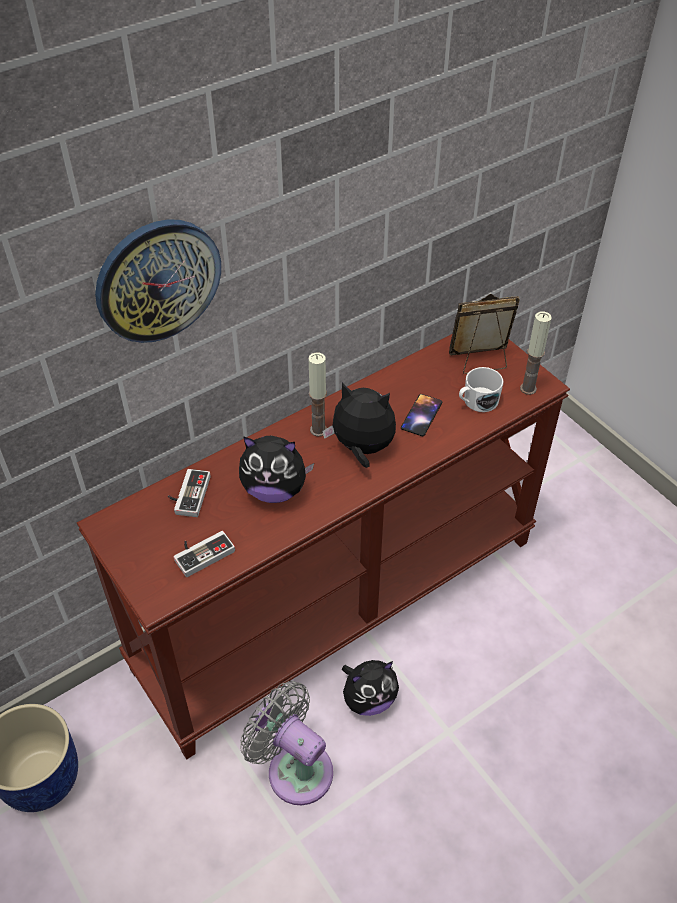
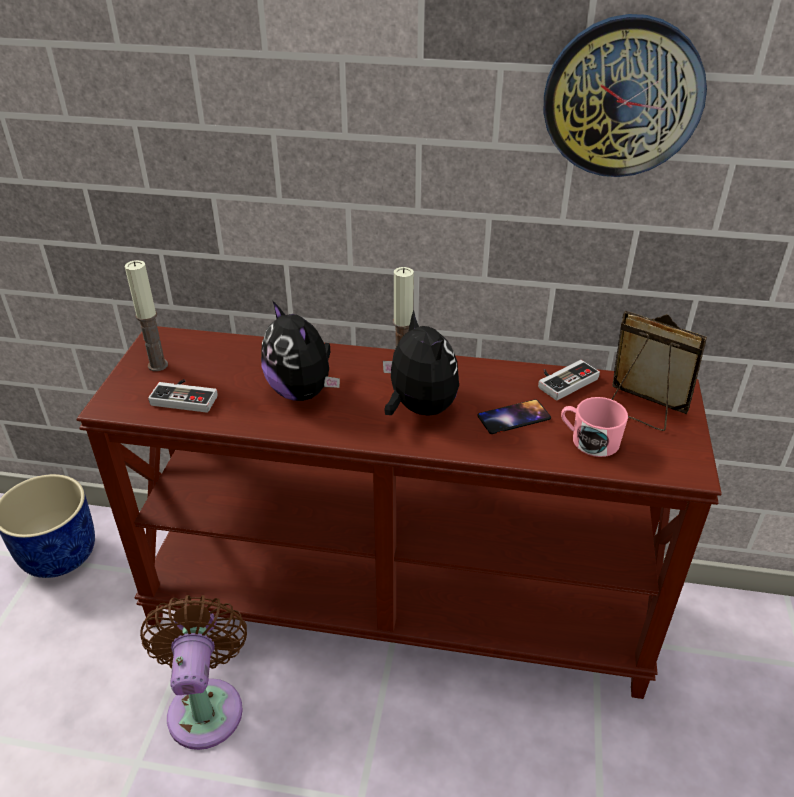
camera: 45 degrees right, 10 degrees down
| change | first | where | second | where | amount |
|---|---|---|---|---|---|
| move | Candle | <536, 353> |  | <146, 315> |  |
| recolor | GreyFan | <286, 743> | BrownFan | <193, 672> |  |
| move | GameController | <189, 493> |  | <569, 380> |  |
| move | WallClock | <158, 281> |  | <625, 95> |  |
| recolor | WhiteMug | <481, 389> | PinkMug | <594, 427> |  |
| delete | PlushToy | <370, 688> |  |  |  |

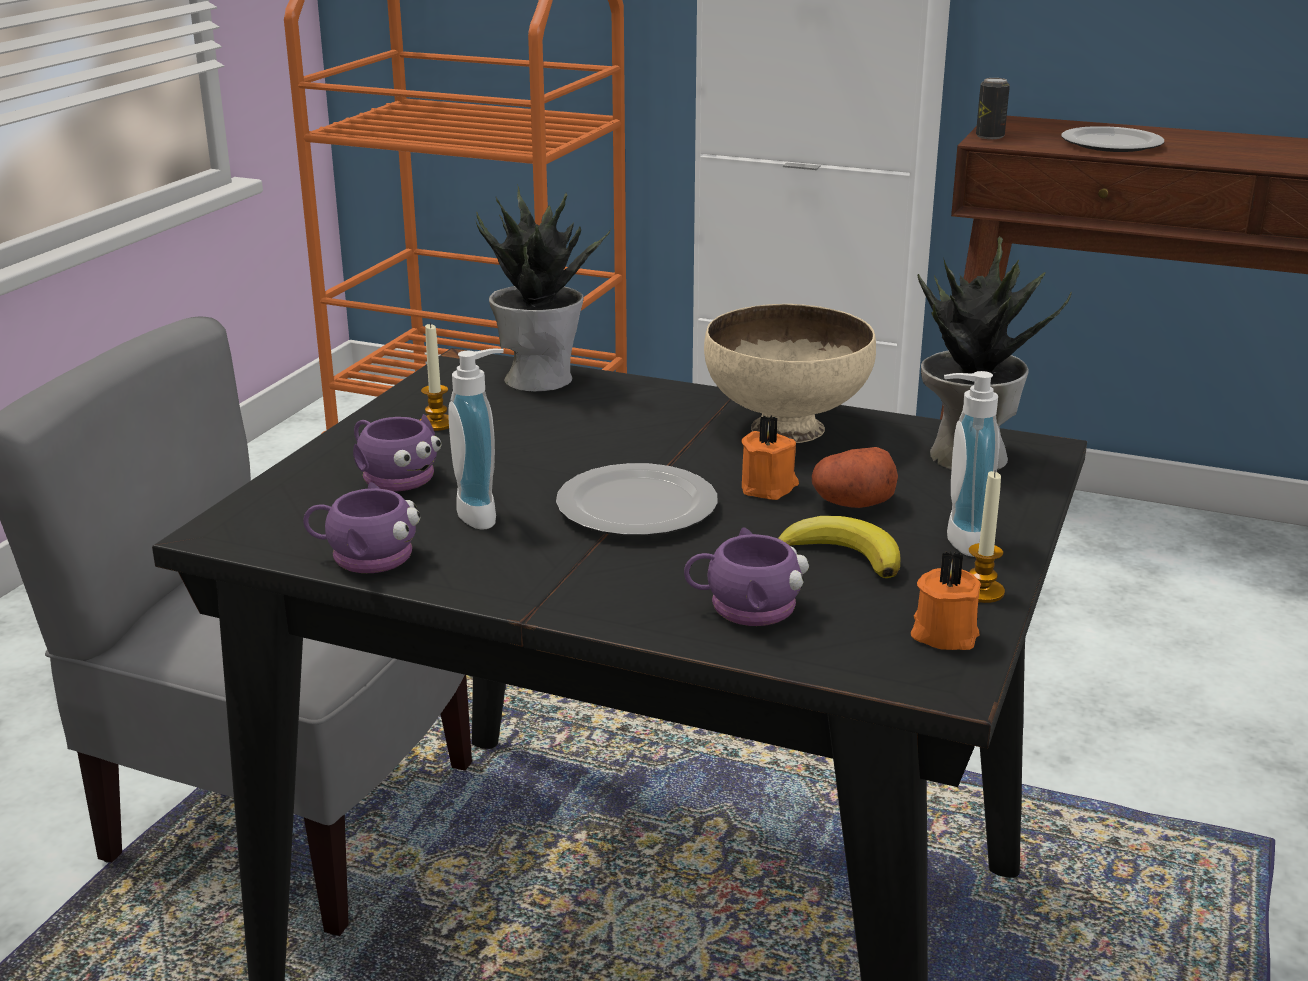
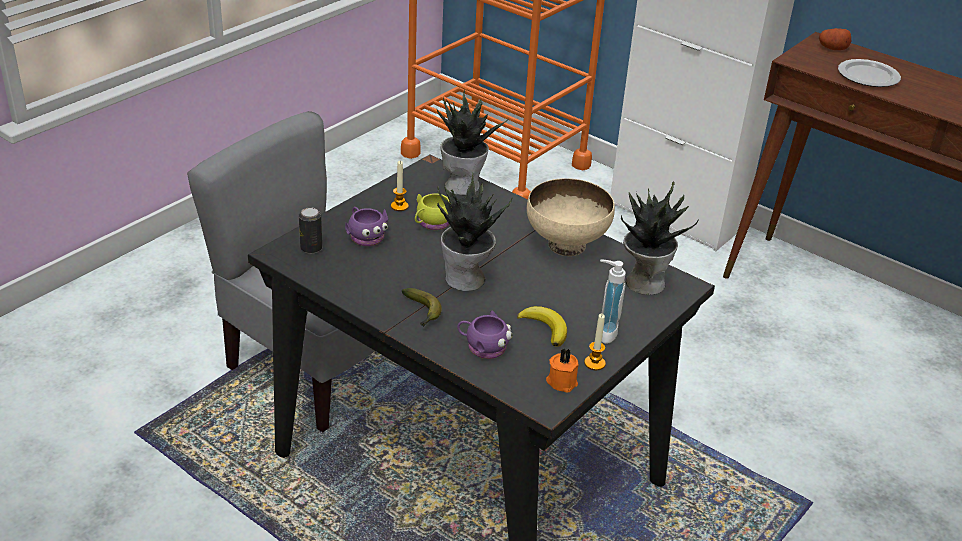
camera: 15 degrees right, 10 degrees up
| change | first | where | second | where | amount |
|---|---|---|---|---|---|
| move | Can | <993, 108> |  | <310, 230> |  |
| insert |  |  | Banana | <422, 307> |  |
| insert |  |  | YellowMug | <432, 211> |  |
| replace | Plate | <637, 499> | PottedPlant | <474, 231> |  |
| move | Potato | <855, 477> |  | <835, 39> |  |
| delete | PurpleMug | <361, 527> |  |  |  |
| delete | SoapDispenser | <476, 439> |  |  |  |
| delete | OrangeCandle | <770, 457> |  |  |  |

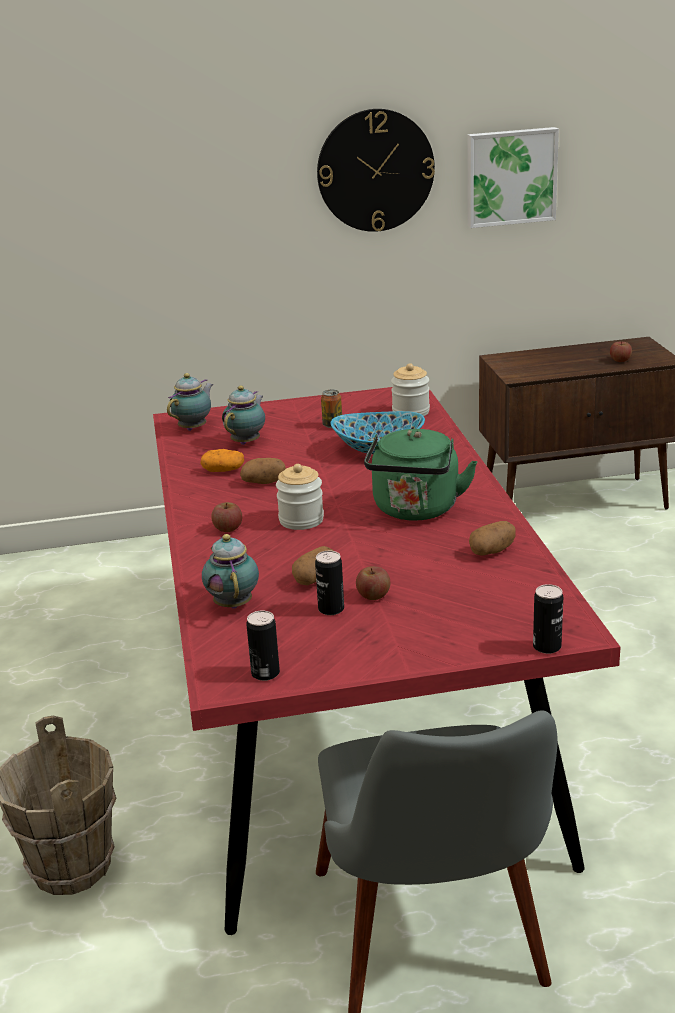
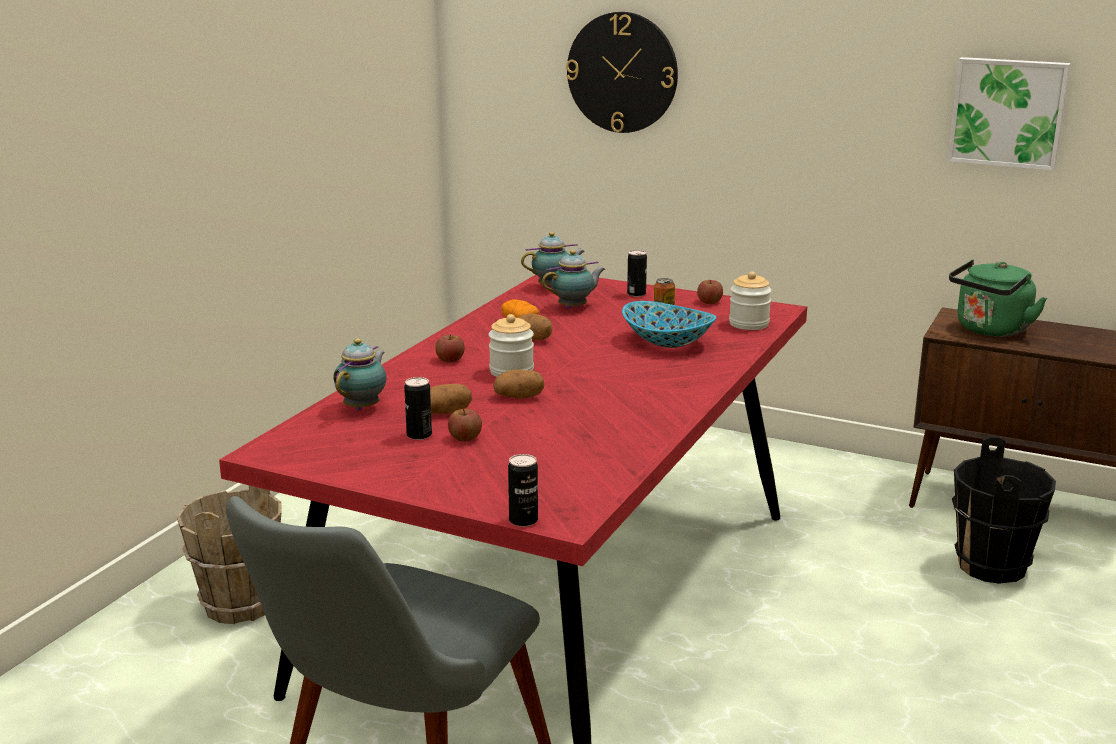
camera: 35 degrees right, 5 degrees down
| change | first | where | second | where | amount |
|---|---|---|---|---|---|
| move | Potato | <492, 538> |  | <518, 384> |  |
| move | WallClock | <376, 170> |  | <622, 72> |  |
| move | Can | <263, 646> |  | <637, 273> |  |
| move | Apple | <621, 352> |  | <710, 292> |  |
| move | GreenKettle | <421, 475> |  | <998, 298> |  |
| insert |  |  | BlackBucket | <1004, 510> |  |

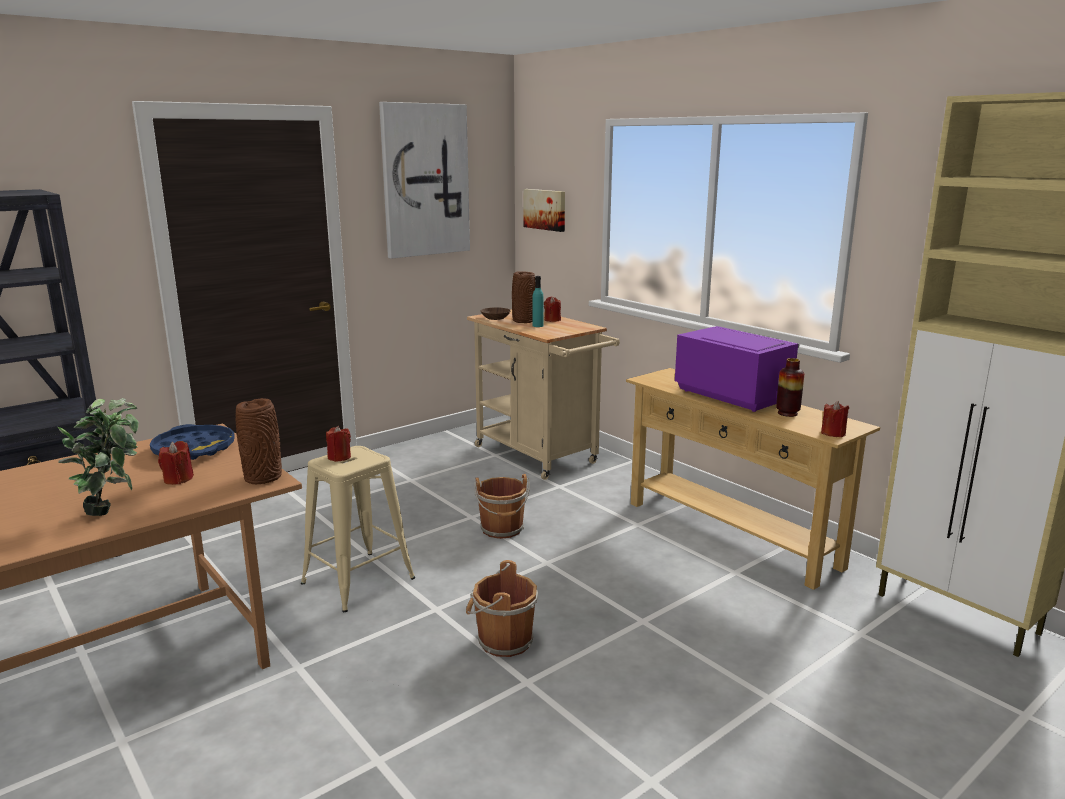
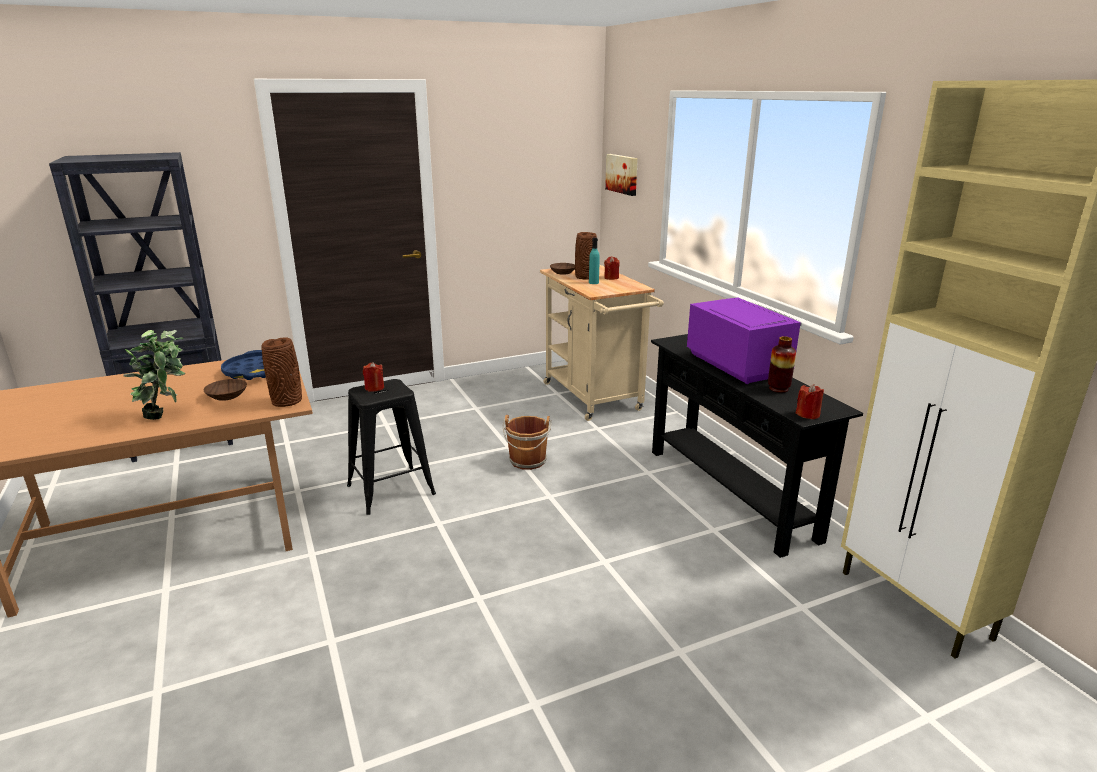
camera: 15 degrees right, 5 degrees up
| change | first | where | second | where | amount |
|---|---|---|---|---|---|
| replace | RedCandle | <176, 463> | BrownBowl | <225, 390> |  |
| recolor | BeigeStool | <358, 529> | BlackStool | <391, 447> |  |
| recolor | BeigeConsoleTable | <753, 479> | BlackConsoleTable | <757, 446> |  |
| delete | Picture | <424, 180> |  |  |  |
| delete | BrownBucket | <502, 608> |  |  |  |

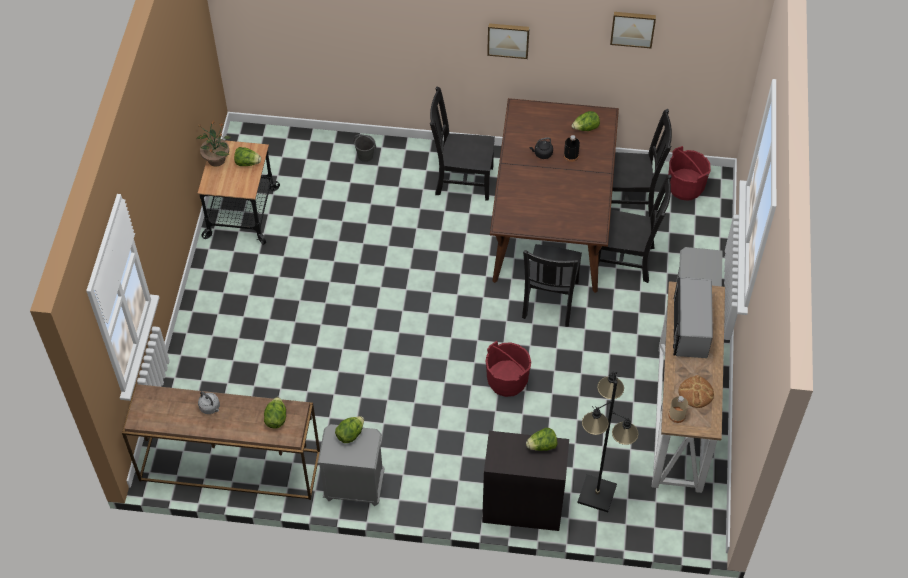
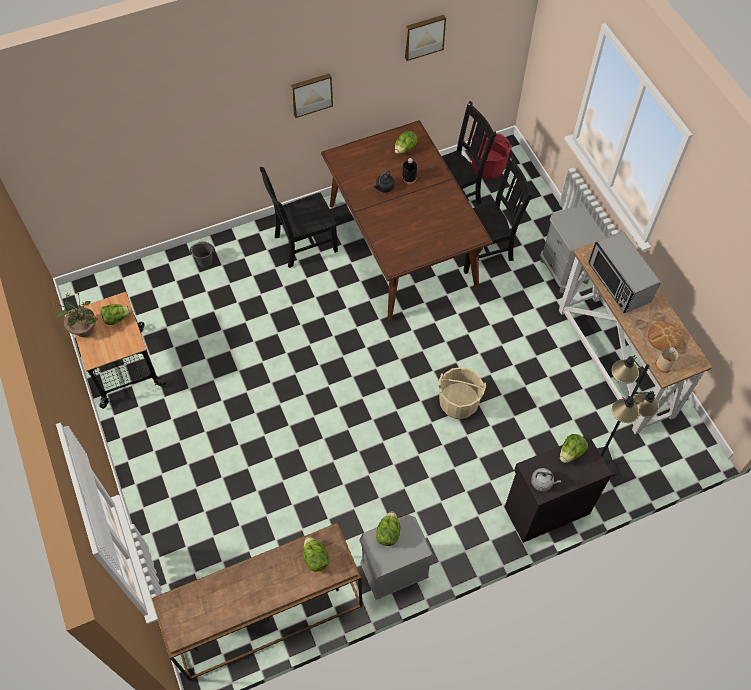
camera: 30 degrees left, 5 degrees up
| change | first | where | second | where | amount |
|---|---|---|---|---|---|
| recolor | RedBucket | <508, 369> | BeigeBucket | <462, 393> |  |
| move | GreyKettle | <209, 402> |  | <546, 479> |  |
| delete | BlackChair | <552, 285> |  |  |  |

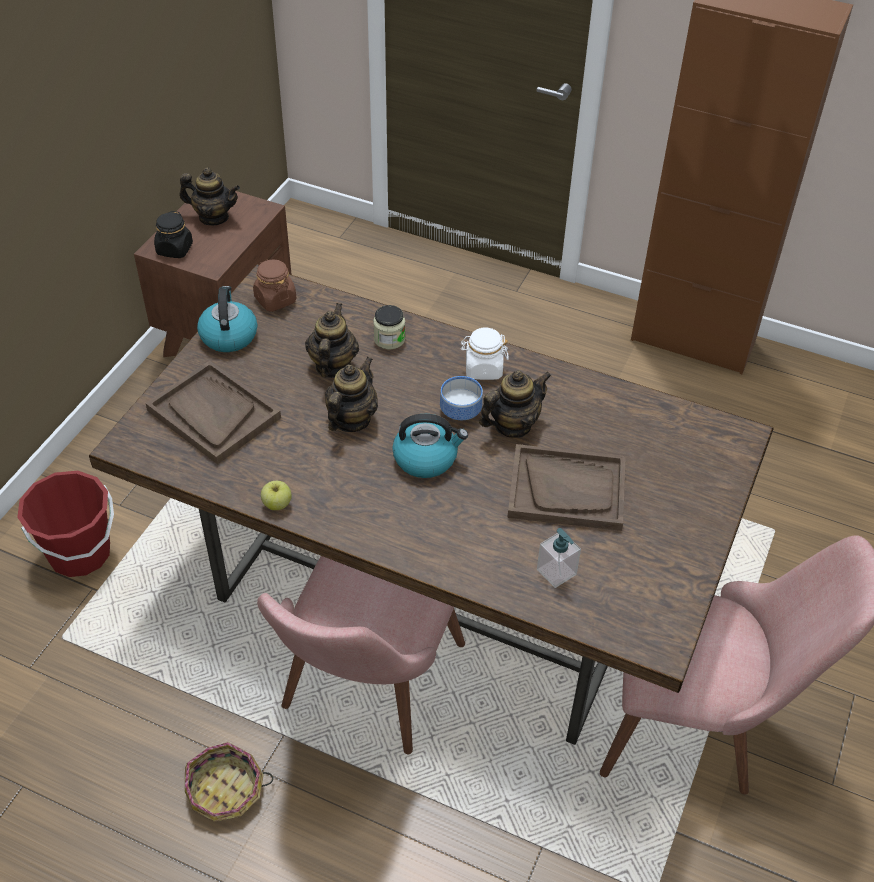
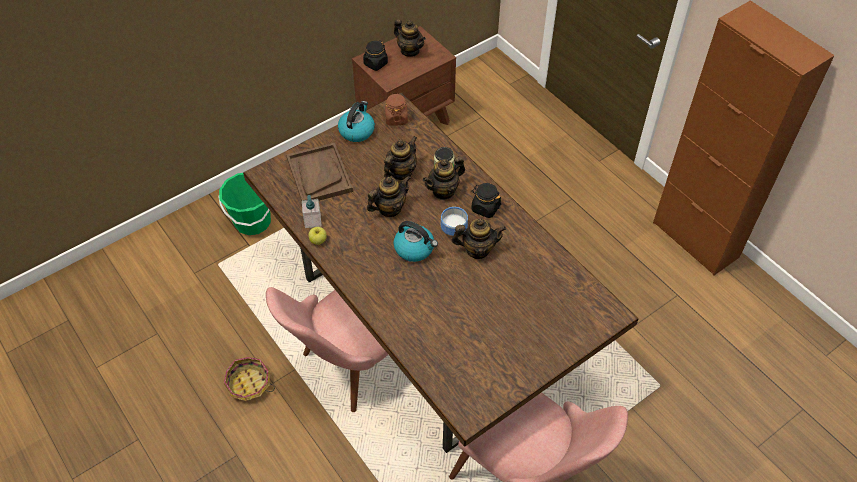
camera: 30 degrees right, 5 degrees up
| change | first | where | second | where | amount |
|---|---|---|---|---|---|
| recolor | RedBucket | <65, 524> | GreenBucket | <244, 204> |  |
| move | SoapDispenser | <559, 558> |  | <311, 211> |  |
| insert |  |  | Teapot | <444, 178> |  |
| recolor | WhiteJar | <485, 354> | BlackJar | <486, 200> |  |
| delete | BrownTray | <566, 487> |  |  |  |

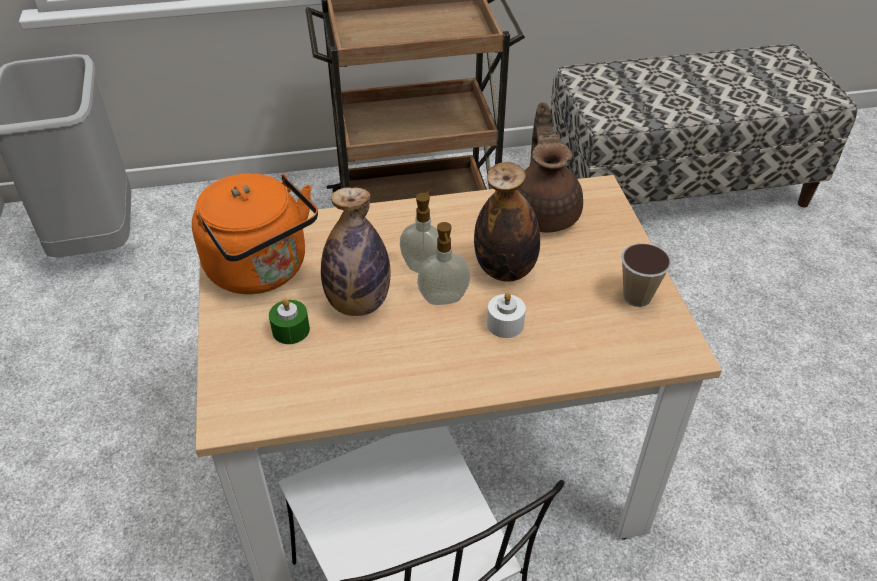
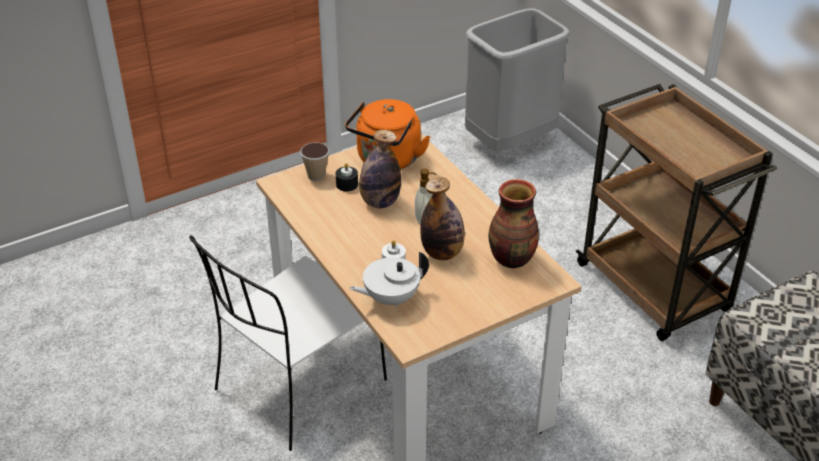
camera: 70 degrees right, 5 degrees down
| change | first | where | second | where | amount |
|---|---|---|---|---|---|
| move | Cup | <646, 275> |  | <314, 161> |  |
| recolor | GreenCandle | <289, 321> | BlackCandle | <347, 177> |  |
| insert |  |  | WhiteTeapot | <389, 279> |  |
| replace | BrownTeapot | <550, 167> | Vase | <514, 223> |  |
| delete | SoapDispenser | <443, 263> |  |  |  |

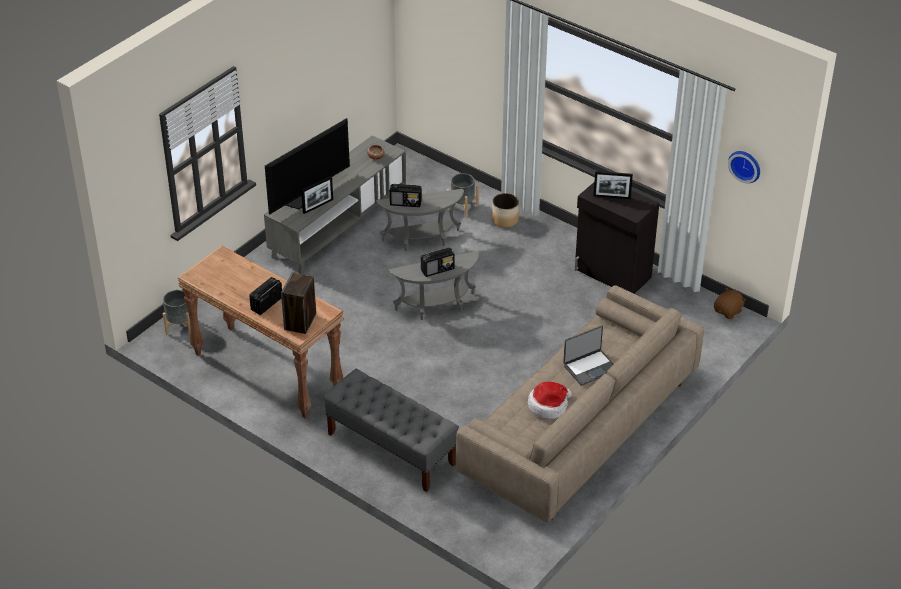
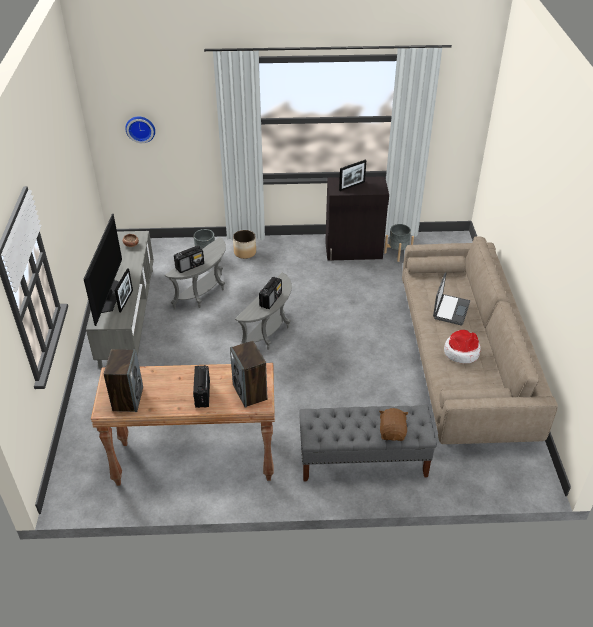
camera: 40 degrees left, 0 degrees up
| change | first | where | second | where | amount |
|---|---|---|---|---|---|
| insert |  |  | Speaker | <123, 380> |  |
| move | WallClock | <744, 167> |  | <140, 129> |  |
| move | BrownPlushToy | <730, 304> |  | <394, 424> |  |
| move | GreyPlanter | <176, 312> |  | <399, 243> |  |

